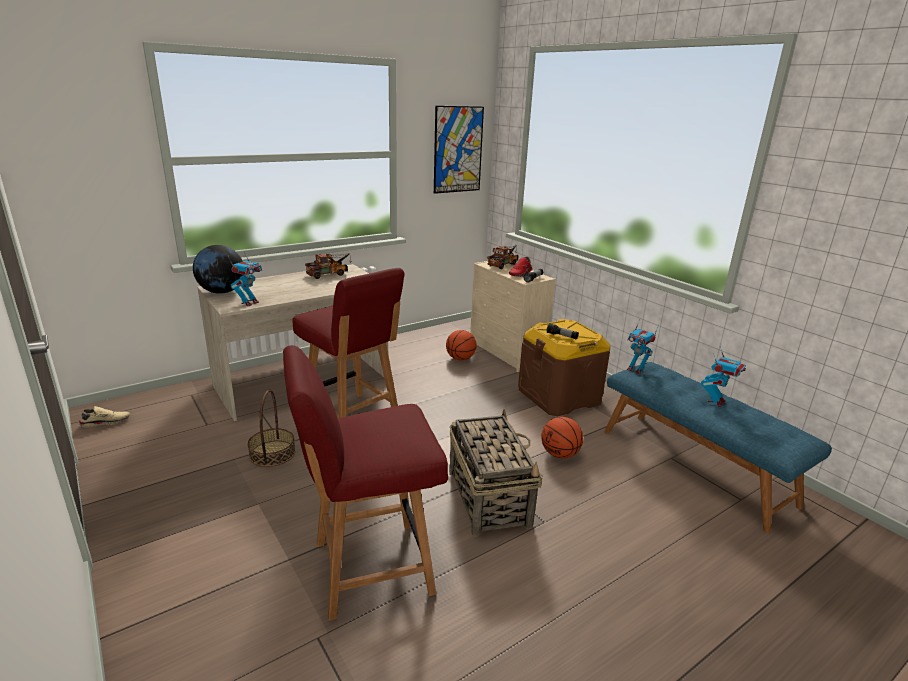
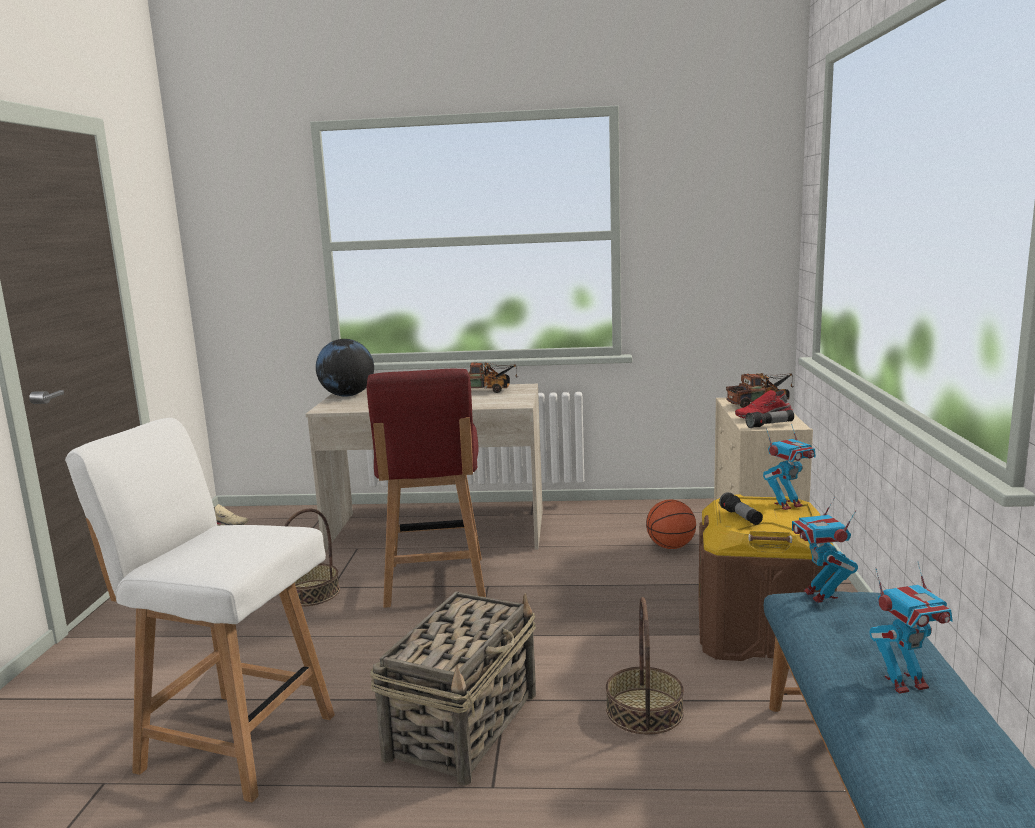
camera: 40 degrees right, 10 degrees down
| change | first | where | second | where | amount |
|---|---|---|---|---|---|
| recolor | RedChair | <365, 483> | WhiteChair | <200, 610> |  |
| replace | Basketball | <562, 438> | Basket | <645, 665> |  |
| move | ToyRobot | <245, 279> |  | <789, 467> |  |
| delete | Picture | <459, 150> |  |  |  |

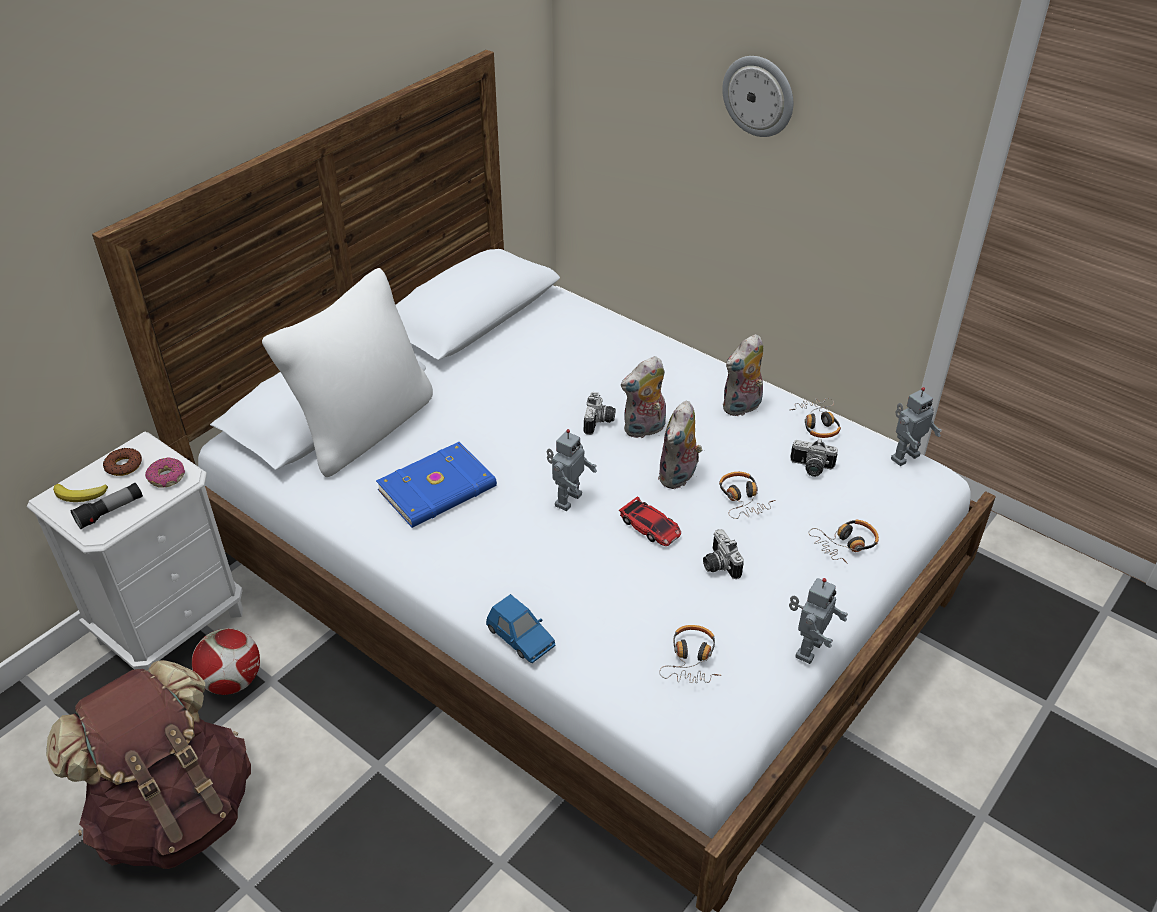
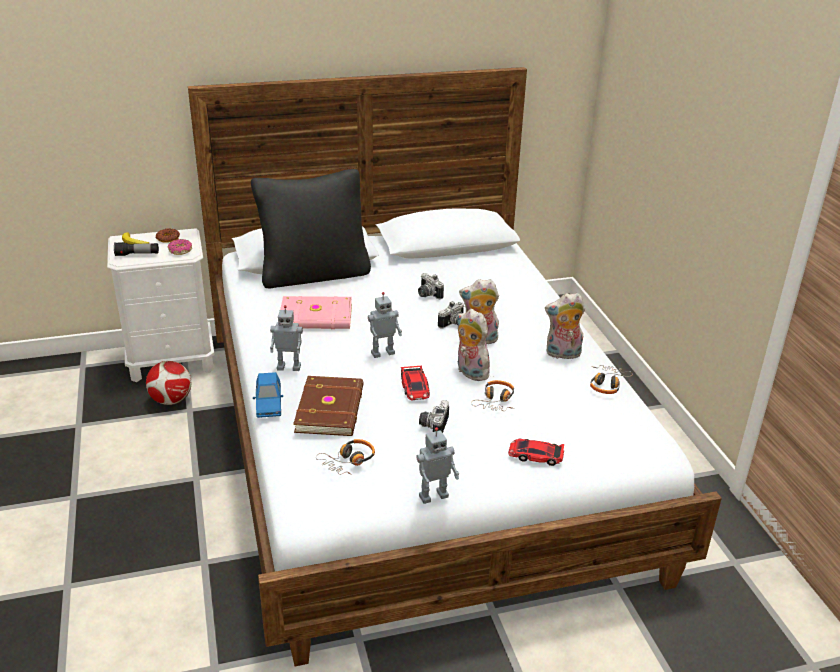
camera: 35 degrees right, 10 degrees down
| change | first | where | second | where | amount |
|---|---|---|---|---|---|
| recolor | WhitePillow | <347, 372> | BlackPillow | <311, 228> |  |
| move | ToyRobot | <916, 426> |  | <286, 338> |  |
| recolor | BlueBook | <436, 485> | PinkBook | <316, 312> |  |
| insert |  |  | BrownBook | <328, 406> |  |
| move | PhotoCamera | <814, 457> |  | <431, 286> |  |
| rotate | PlushToy | <680, 445> |  | <473, 345> | 75 degrees clockwise |
| replace | Headphones | <844, 541> | ToyCar | <536, 452> |  |
| delete | BrownBackpack | <148, 764> |  |  |  |
| delete | WallClock | <757, 96> |  |  |  |

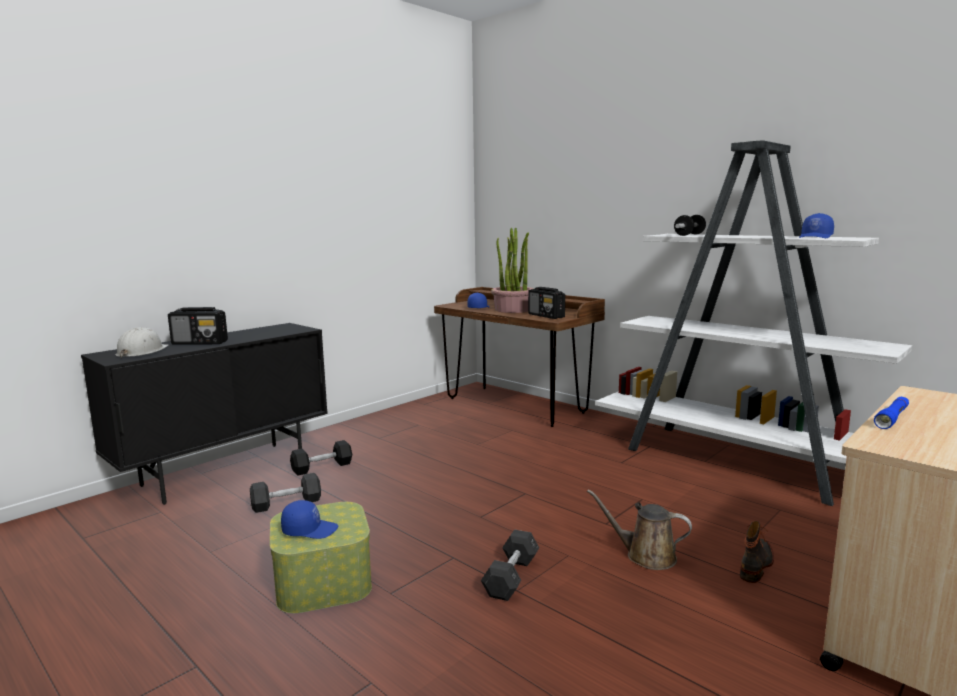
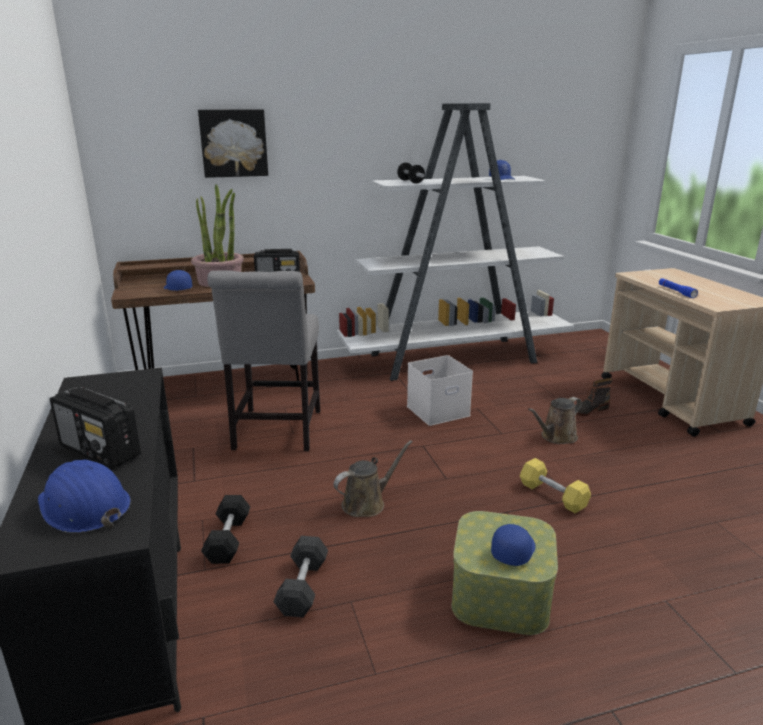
camera: 60 degrees left, 10 degrees up
| change | first | where | second | where | amount |
|---|---|---|---|---|---|
| recolor | WhiteHardHat | <142, 343> | BlueHardHat | <84, 496> |  |
| rotate | Radio | <198, 326> |  | <95, 428> | 90 degrees clockwise |
| insert |  |  | Picture | <233, 144> |  |
| insert |  |  | GreyChair | <263, 361> |  |
| insert |  |  | BrownWateringCan | <373, 478> |  |
| insert |  |  | WhiteStorageBox | <440, 390> |  |
| recolor | GreyDumbbell | <510, 565> | YellowDumbbell | <555, 486> |  |
| rotate | Boot | <757, 552> |  | <594, 397> | 90 degrees counterclockwise |

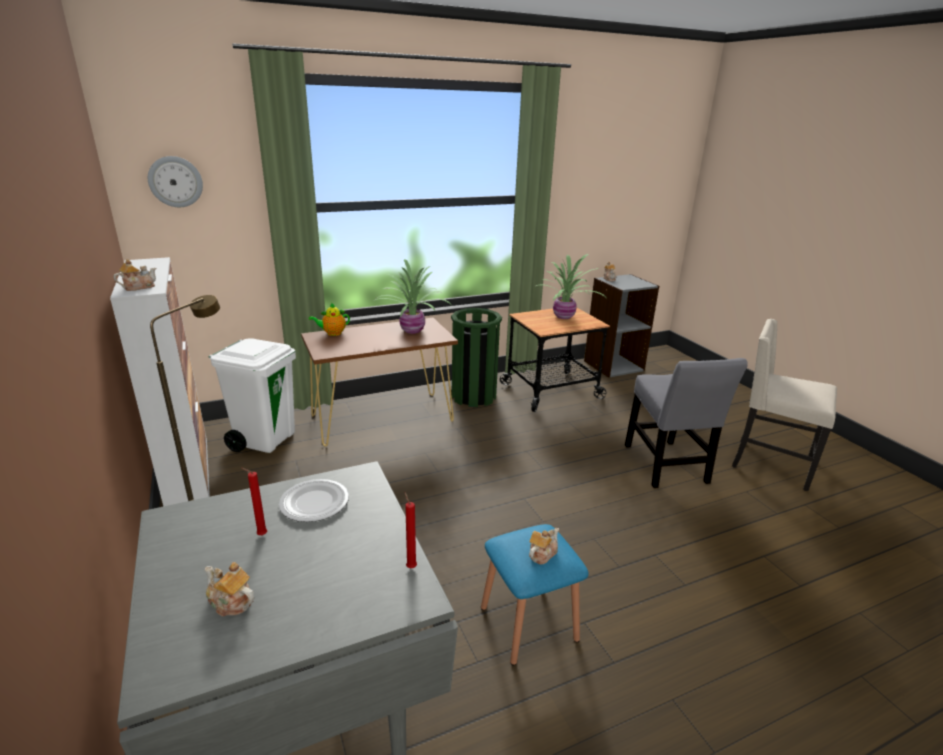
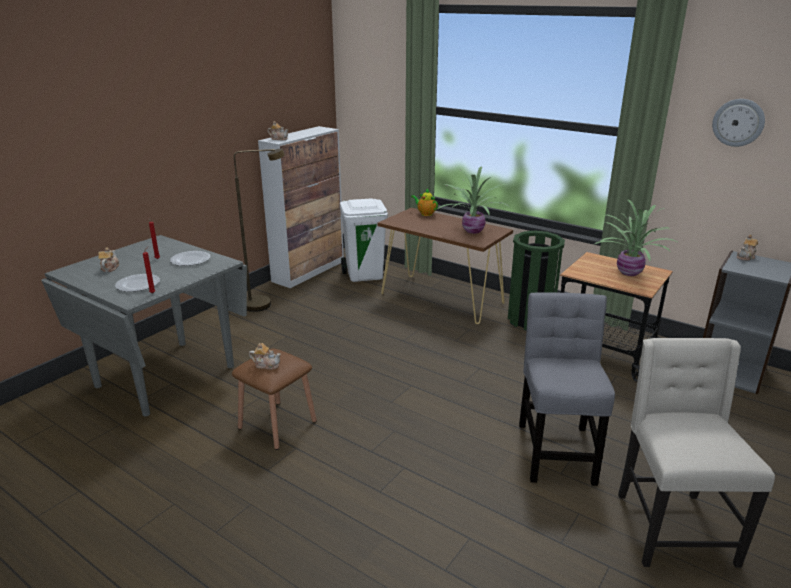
camera: 60 degrees right, 0 degrees up
| change | first | where | second | where | amount |
|---|---|---|---|---|---|
| insert |  |  | Plate | <137, 283> |  |
| recolor | BlueStool | <535, 595> | BrownStool | <274, 399> |  |
| rotate | GreyChair | <686, 423> |  | <567, 389> | 135 degrees clockwise |
| move | WallClock | <175, 181> |  | <738, 123> |  |

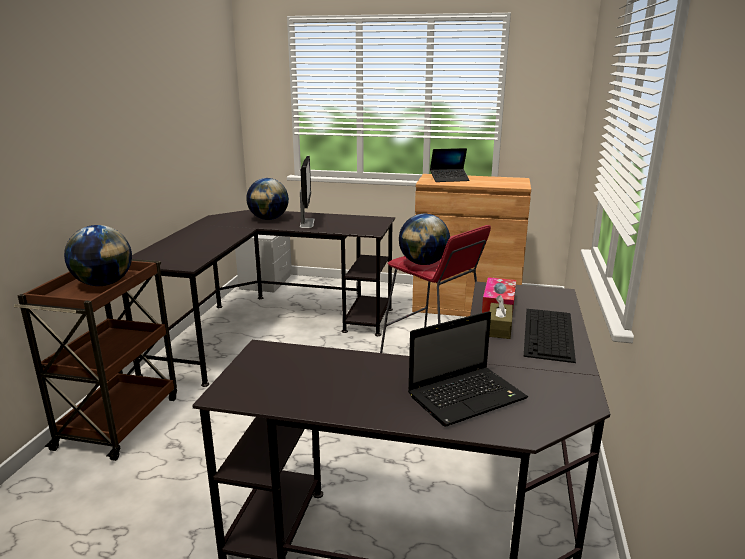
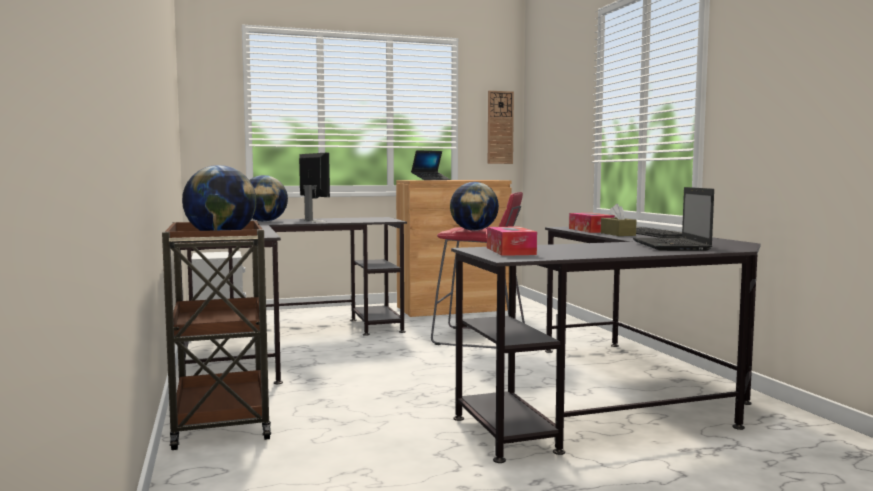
camera: 30 degrees left, 15 degrees down
| change | first | where | second | where | amount |
|---|---|---|---|---|---|
| insert |  |  | TissueBox | <512, 241> |  |
| insert |  |  | WallClock | <501, 127> |  |
| rotate | Laptop | <468, 369> |  | <673, 219> | 150 degrees clockwise |

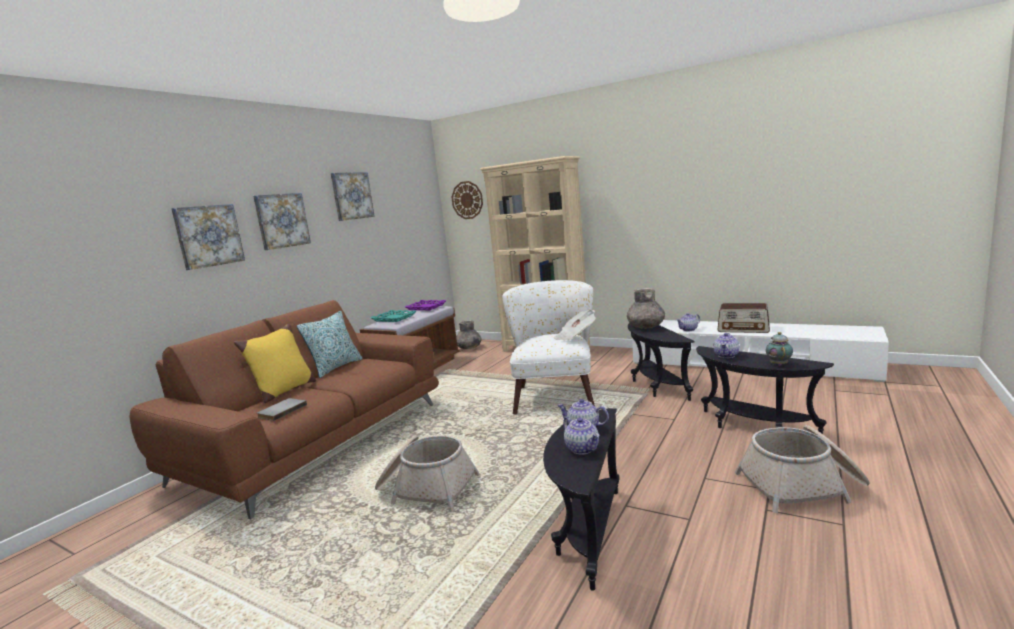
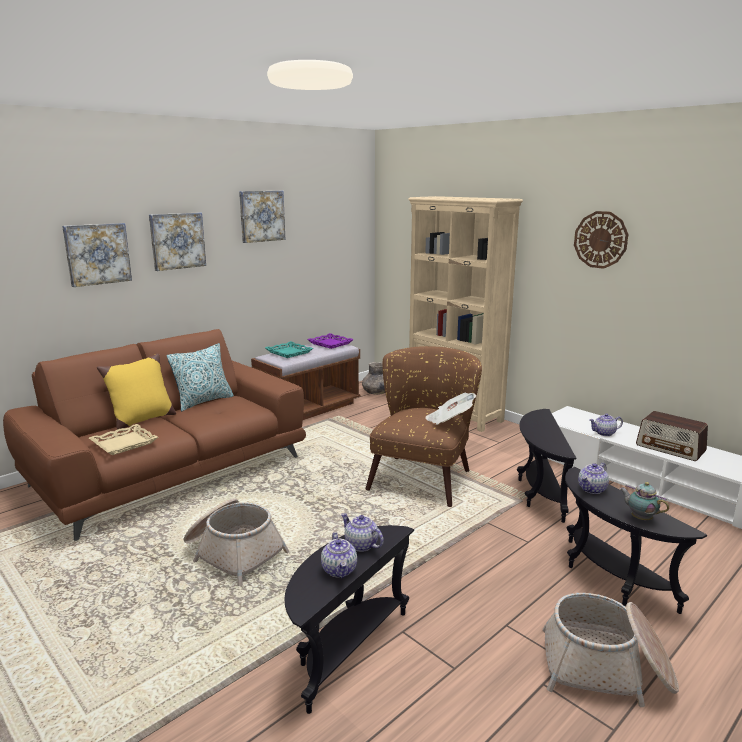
camera: 15 degrees right, 5 degrees up
| change | first | where | second | where | amount |
|---|---|---|---|---|---|
| replace | GreyBook | <282, 409> | BeigeTray | <123, 439> |  |
| recolor | WhiteArmchair | <549, 347> | BrownArmchair | <424, 426> |  |
| move | WallClock | <467, 200> |  | <601, 240> |  |
| rotate | Teapot | <779, 349> |  | <644, 501> | 75 degrees counterclockwise |
| delete | GreyVase | <646, 308> |  |  |  |

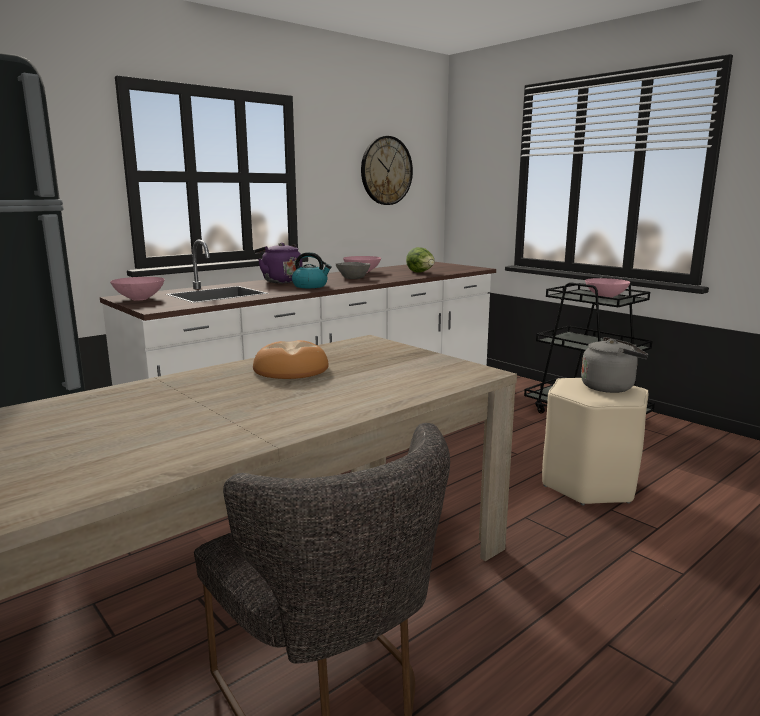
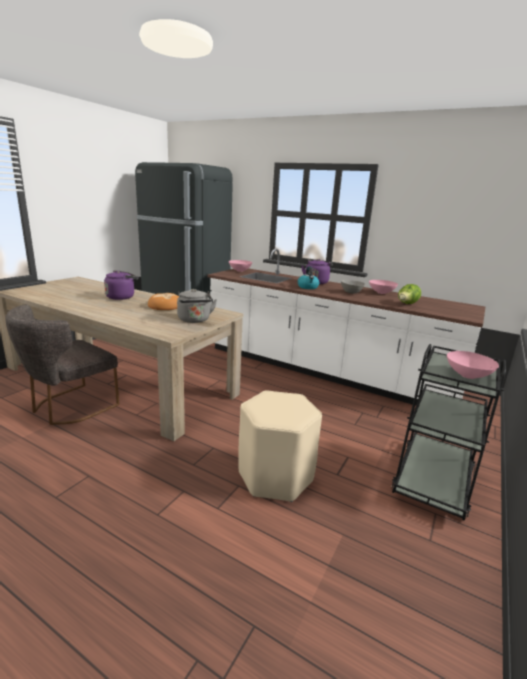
camera: 70 degrees right, 5 degrees up
| change | first | where | second | where | amount |
|---|---|---|---|---|---|
| insert |  |  | PurpleKettle | <121, 285> |  |
| move | GreyKettle | <614, 365> |  | <197, 306> |  |
| delete | WallClock | <387, 170> |  |  |  |

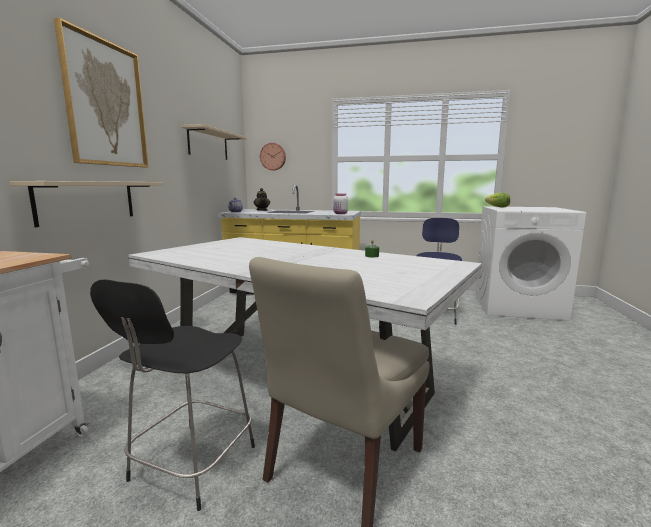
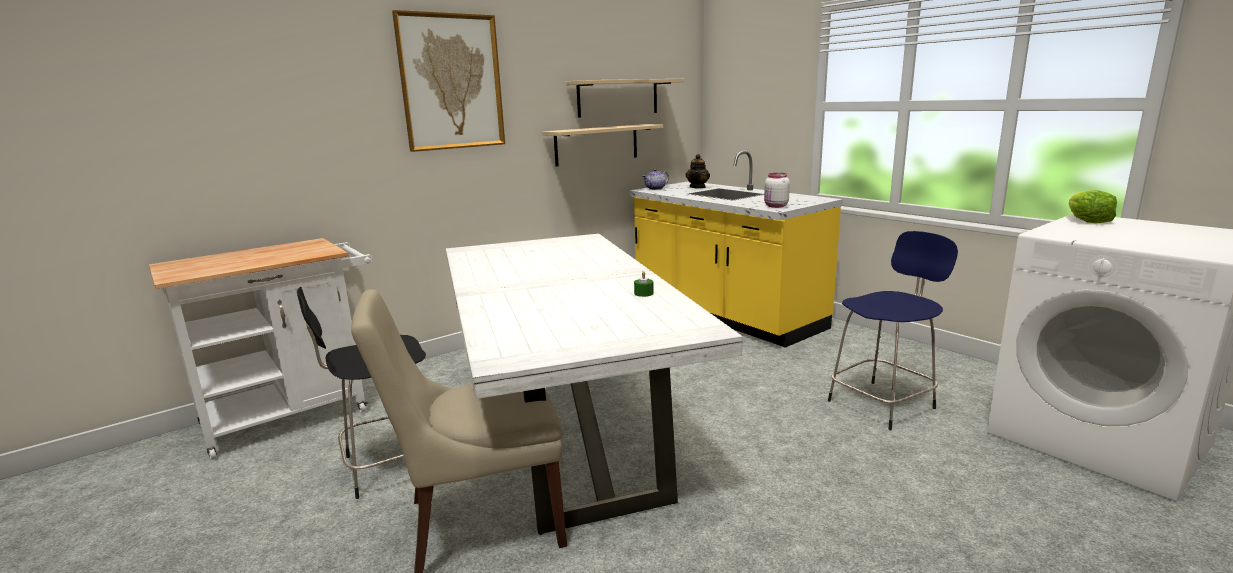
camera: 40 degrees right, 5 degrees up
| change | first | where | second | where | amount |
|---|---|---|---|---|---|
| move | BeigeShelf | <86, 204> |  | <602, 145> |  |
| delete | WallClock | <273, 156> |  |  |  |

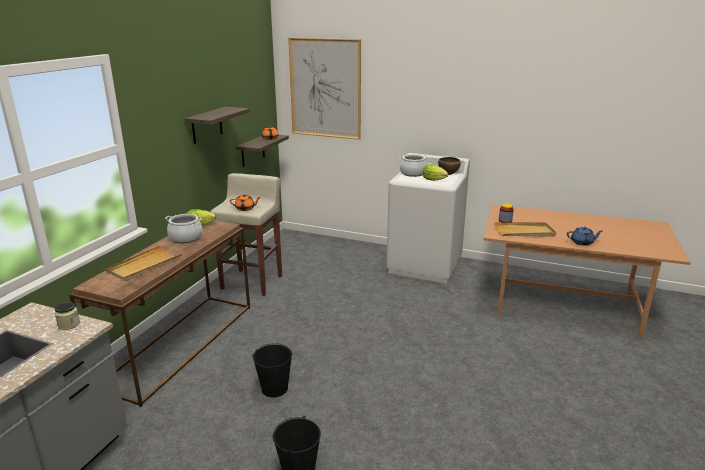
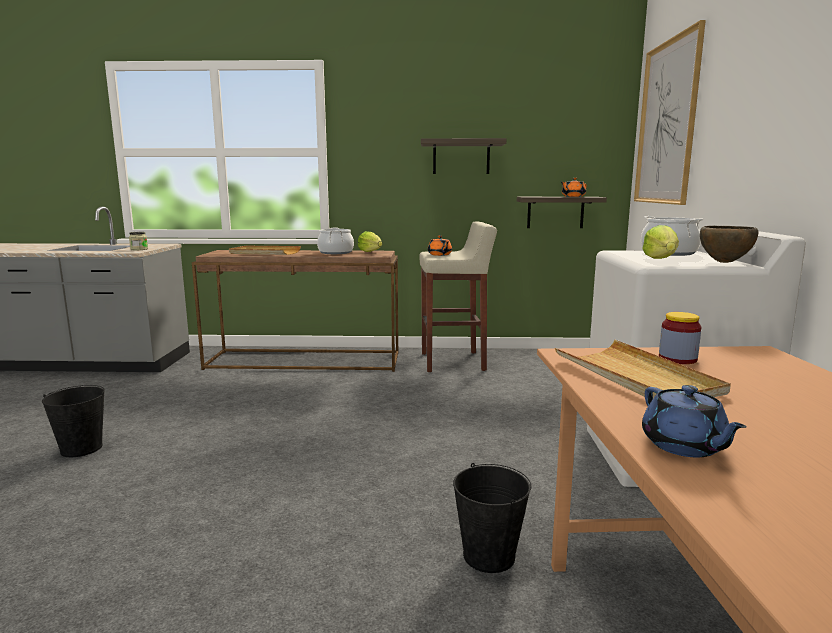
camera: 70 degrees right, 10 degrees down
| change | first | where | second | where | amount |
|---|---|---|---|---|---|
| move | BlackBucket | <272, 370> |  | <492, 518> |  |

